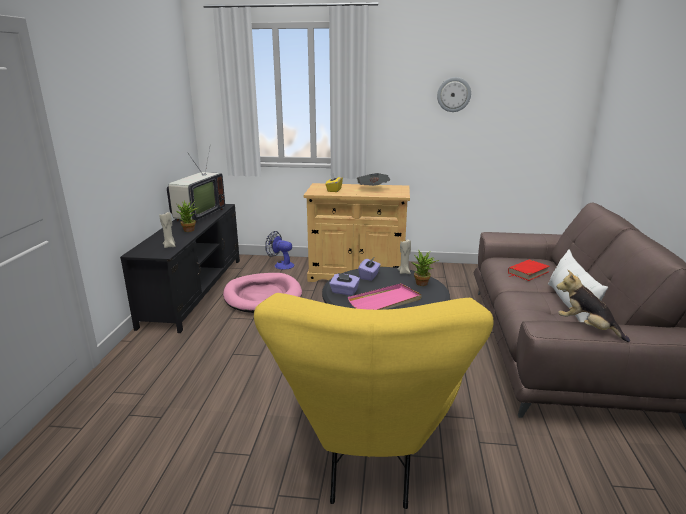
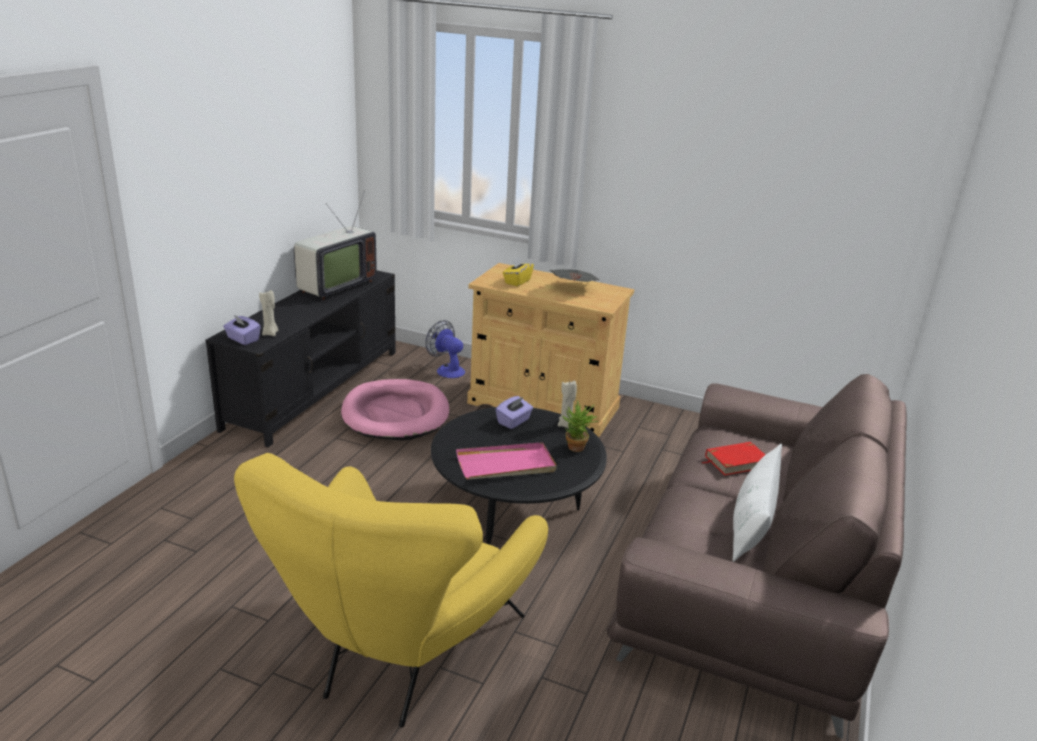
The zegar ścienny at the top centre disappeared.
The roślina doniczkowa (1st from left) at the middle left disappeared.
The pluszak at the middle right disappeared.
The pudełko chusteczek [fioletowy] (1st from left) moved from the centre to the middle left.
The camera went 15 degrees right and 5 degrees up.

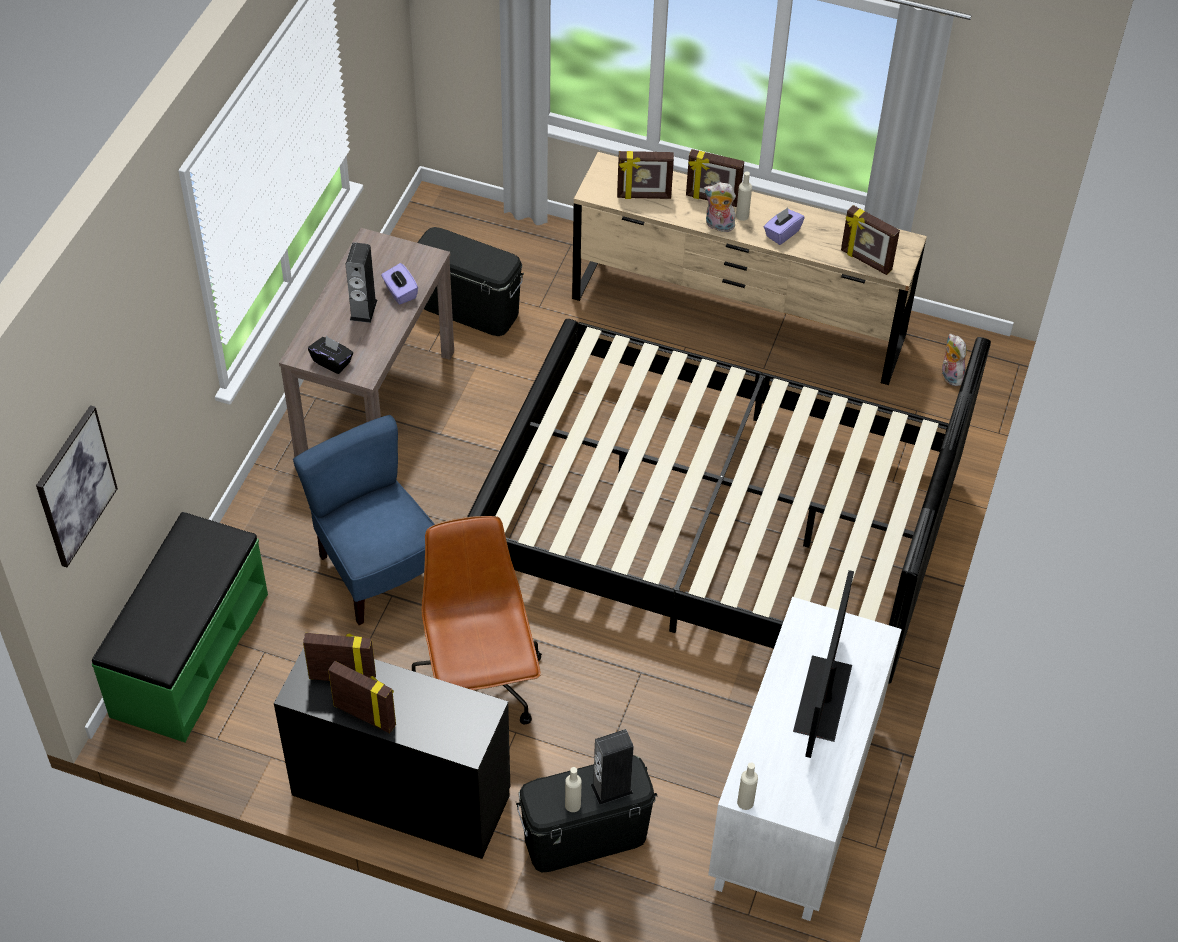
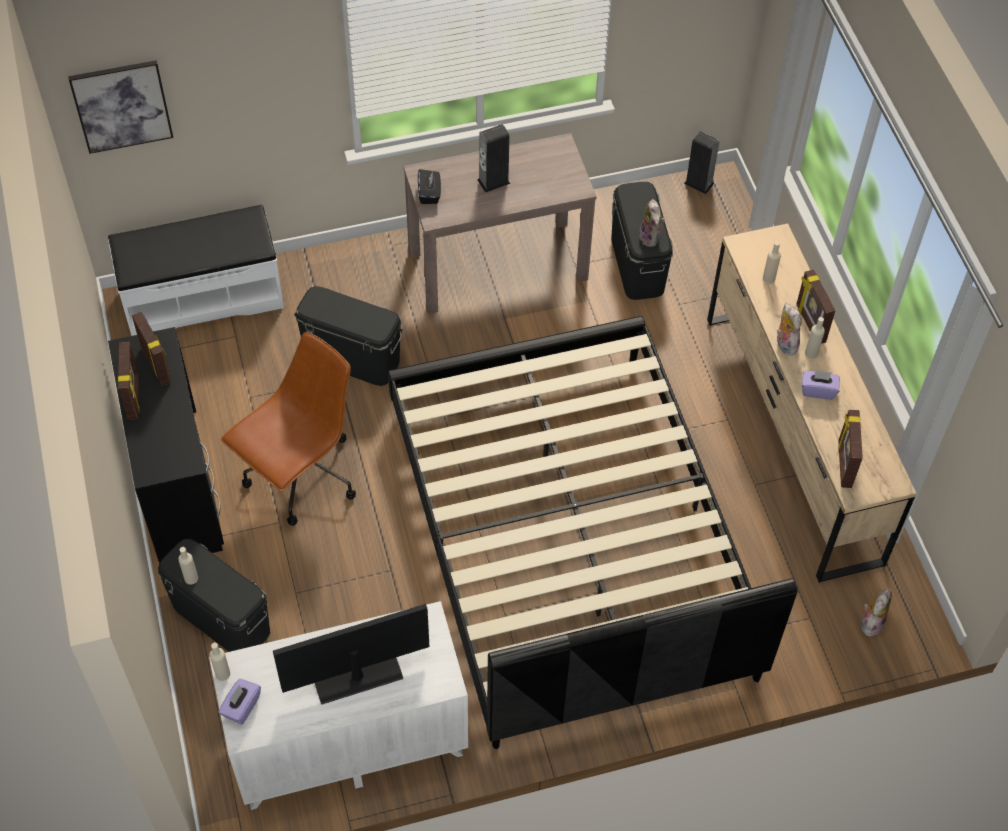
The ramka na zdjęcie (3rd from left) at the top centre was replaced by the butelka [beżowy] (3rd from left) at the top right.
The pudełko chusteczek [fioletowy] (1st from left) moved from the top centre to the bottom left.
The krzesło [niebieski] at the middle left was replaced by the pojemnik do przechowywania [czarny] (2nd from left) at the centre.
The ławka [zielony] at the middle left became the ławka [biały] at the top left.
The głośnik (2nd from left) moved from the bottom centre to the top right.
The pluszak (1st from left) at the top centre appeared.
The camera went 55 degrees right and 5 degrees up.

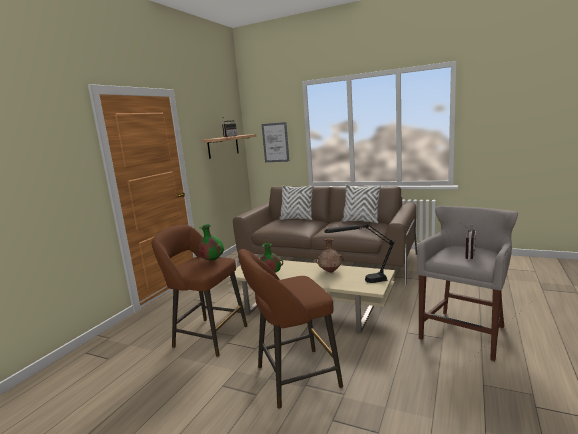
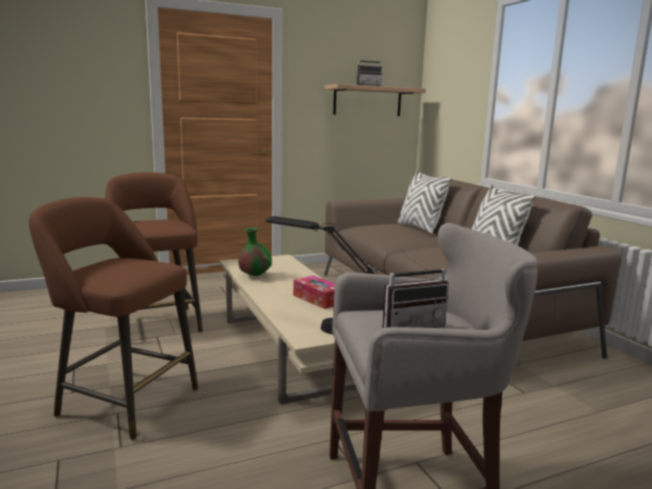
The obraz at the top centre disappeared.
The wazon [zielony] (1st from left) at the centre disappeared.
The wazon [brązowy] at the centre was replaced by the pudełko chusteczek at the centre.
The camera went 40 degrees right and 0 degrees up.

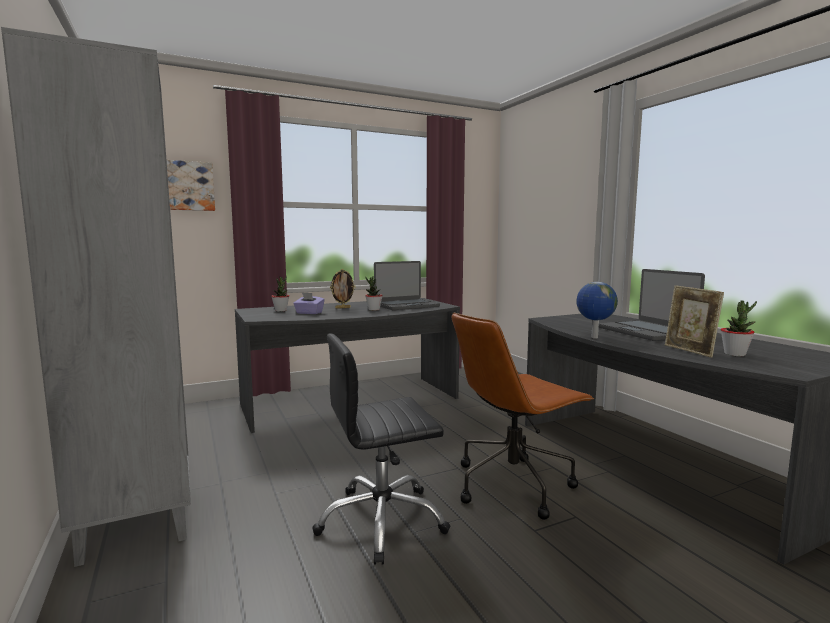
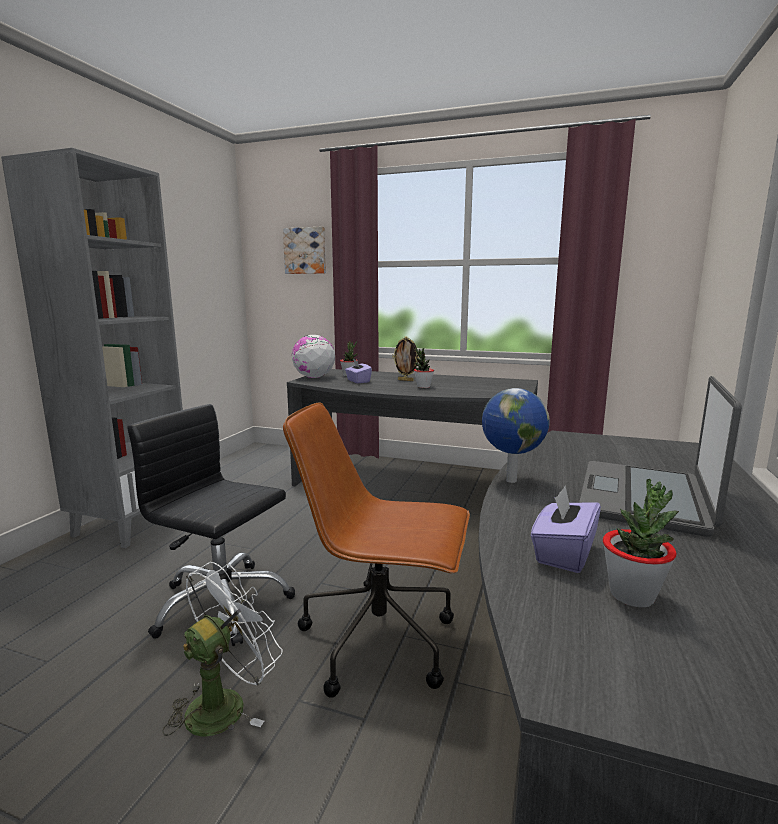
The laptop (1st from left) at the centre disappeared.
The ramka na zdjęcie (2nd from left) at the middle right was replaced by the pudełko chusteczek [fioletowy] (2nd from left) at the middle right.
The globus (1st from left) at the centre appeared.
The wentylator [biały] at the bottom left appeared.
The camera went 45 degrees right and 5 degrees up.

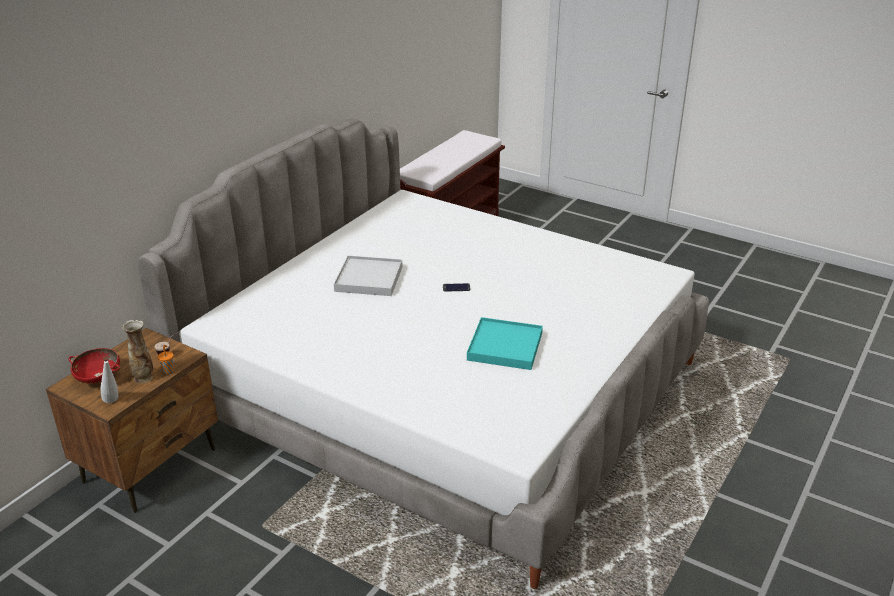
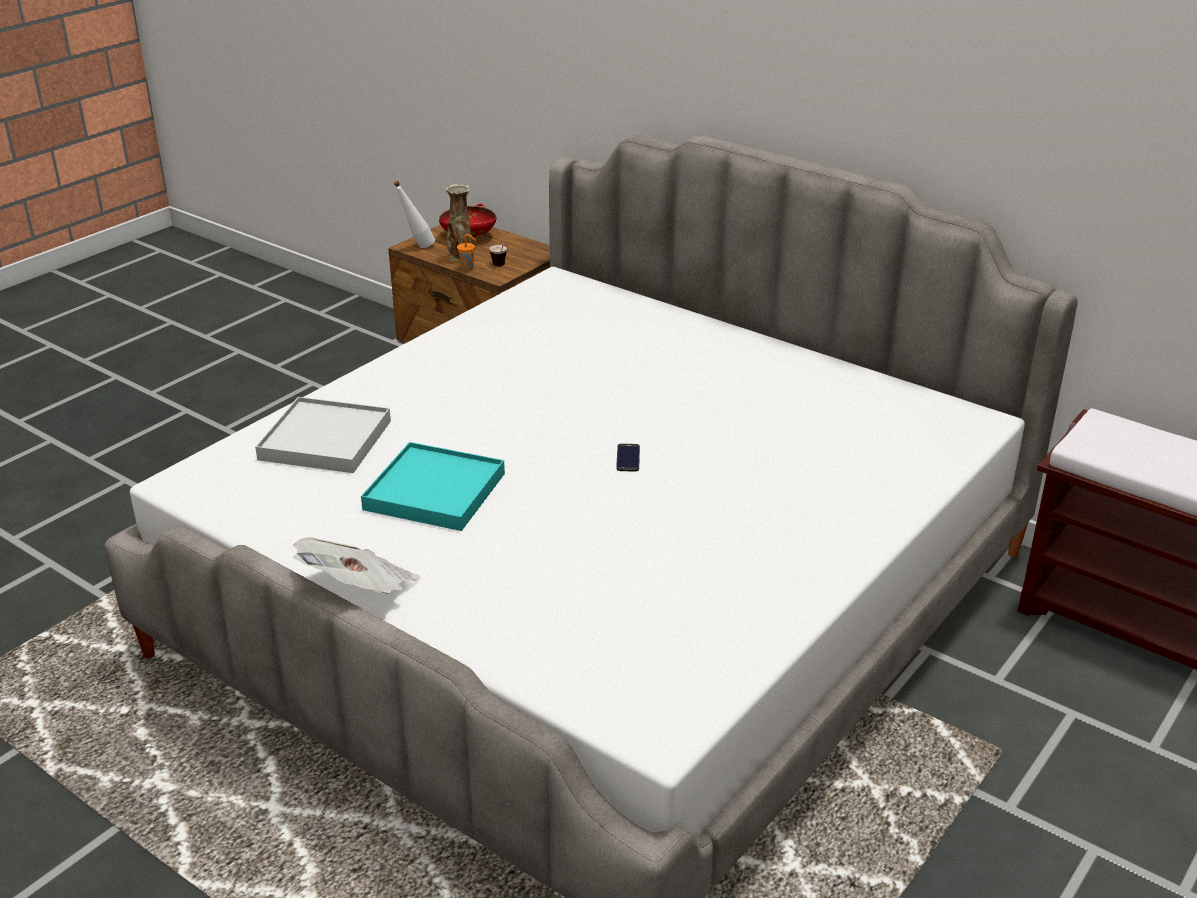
The taca [biały] moved from the centre to the middle left.
The gazeta at the middle left appeared.
The camera went 95 degrees right and 0 degrees up.

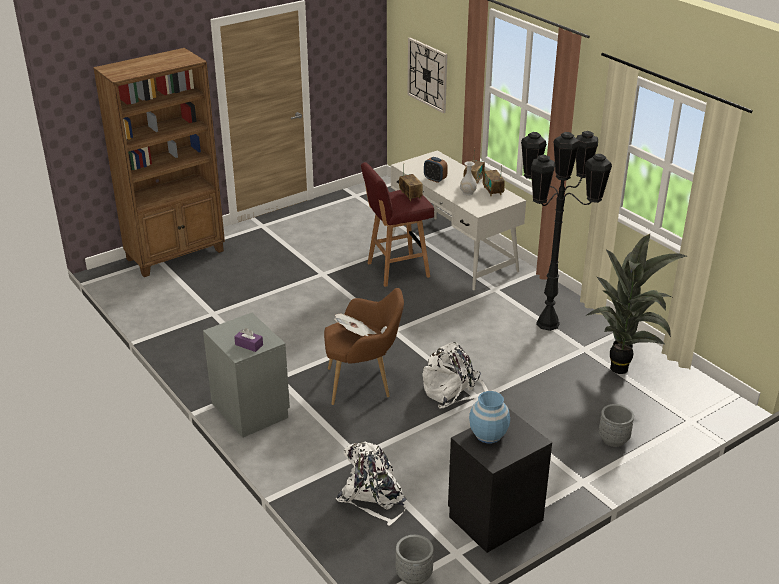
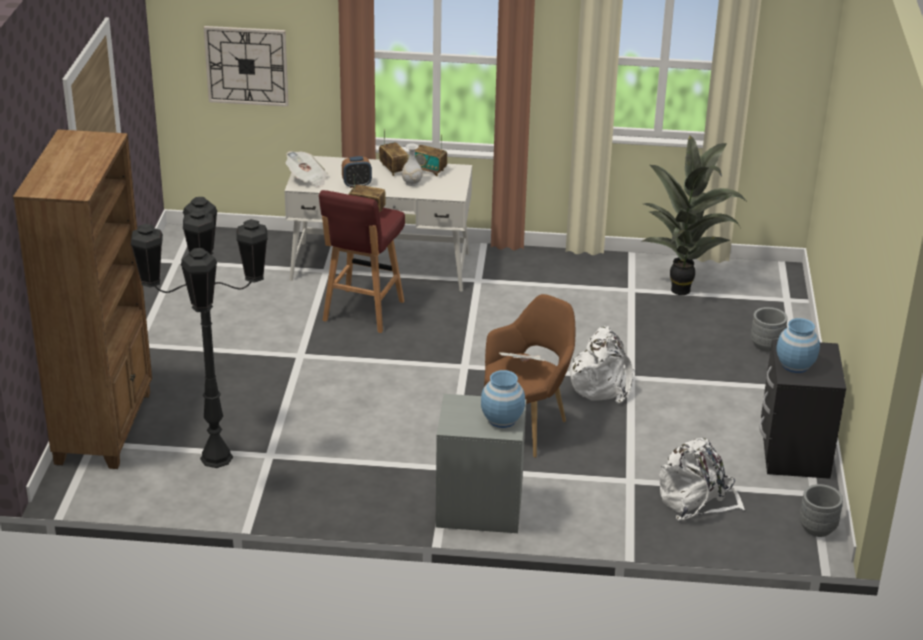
The lampa stojąca [czarny] moved from the middle right to the middle left.
The pudełko chusteczek [fioletowy] at the middle left was replaced by the wazon [niebieski] (1st from left) at the centre.
The gazeta (1st from left) at the top left appeared.
The camera went 50 degrees left and 0 degrees up.

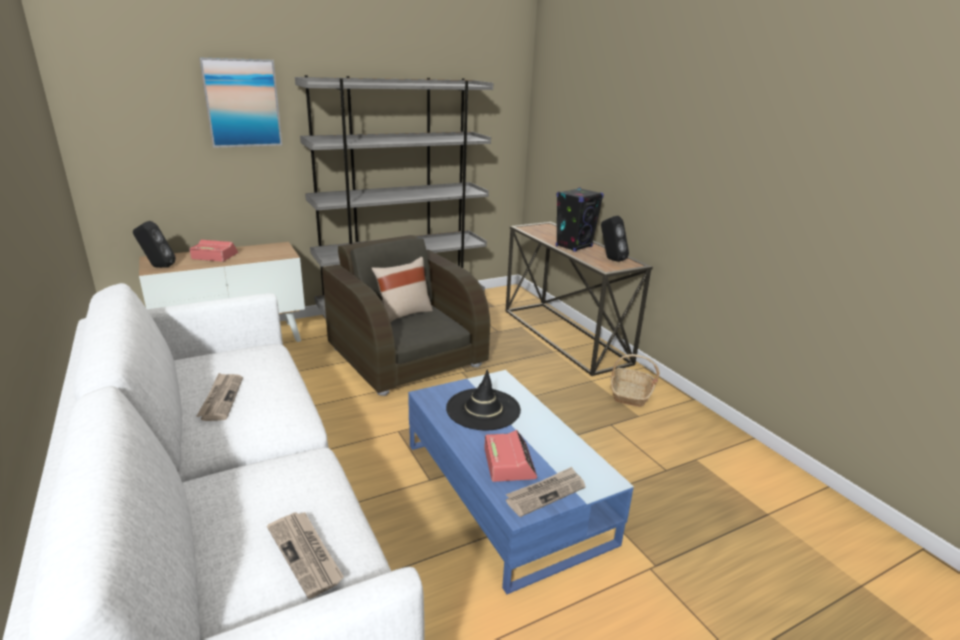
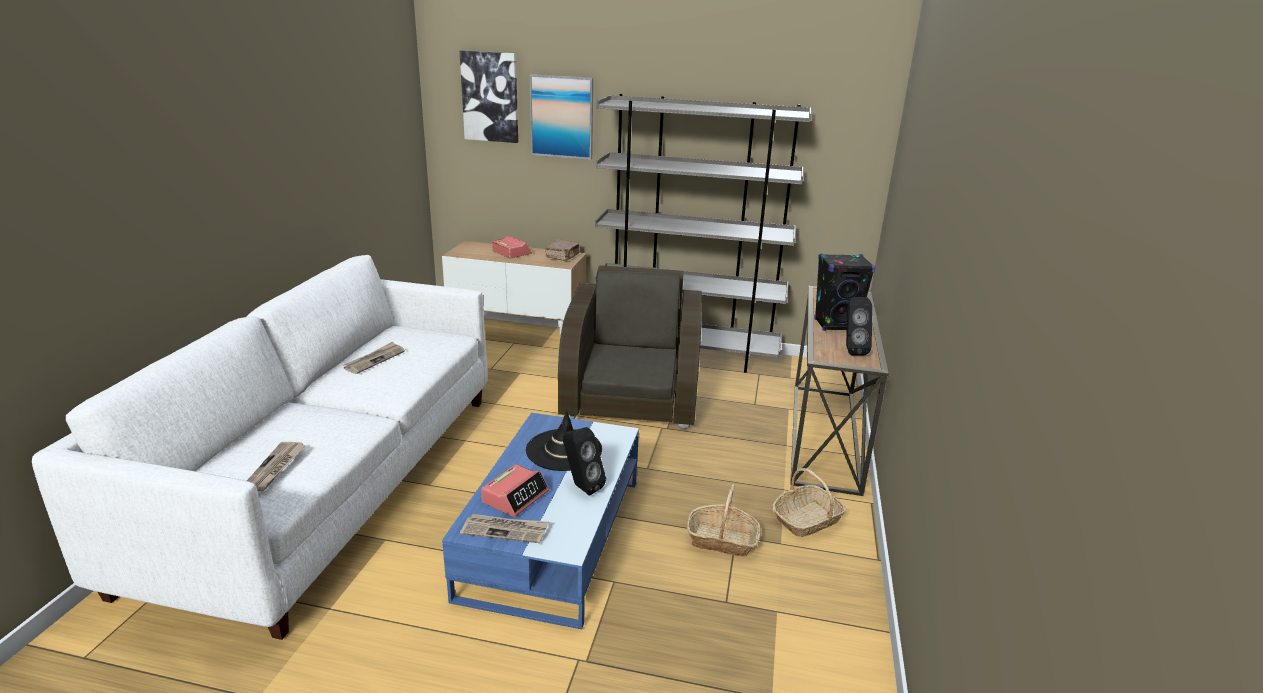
The głośnik [czarny] (1st from left) moved from the middle left to the centre.
The poduszka [beżowy] at the centre disappeared.
The obraz (1st from left) at the top centre appeared.
The książka [brązowy] at the centre appeared.
The koszyk (1st from left) at the bottom centre appeared.
The camera went 40 degrees right and 0 degrees up.

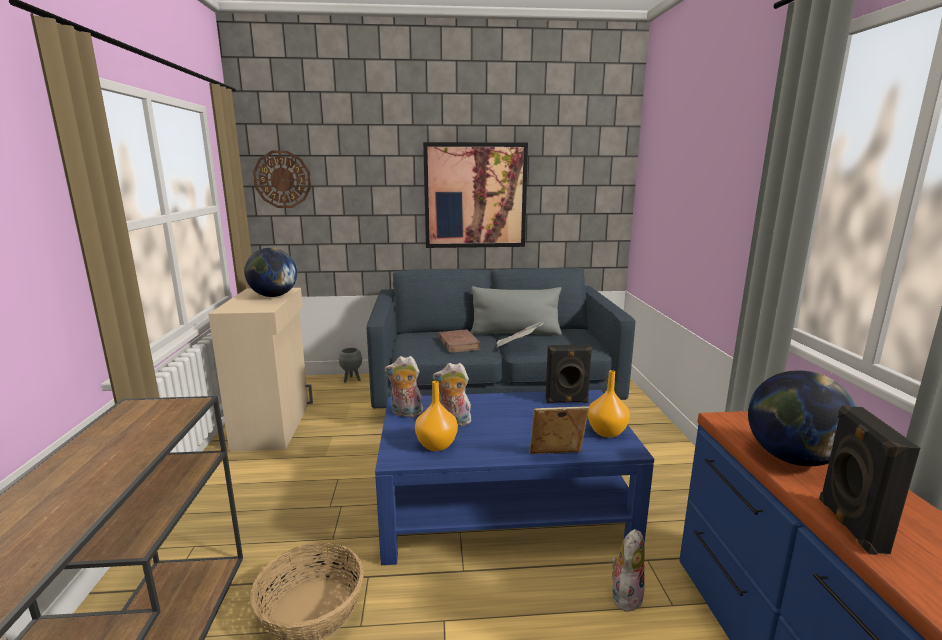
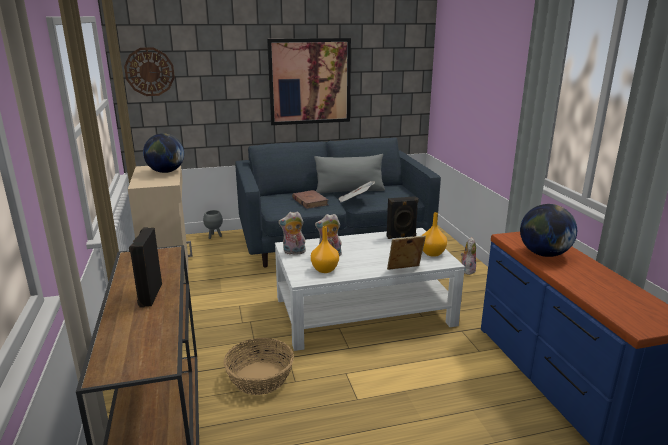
The ława [niebieski] at the bottom centre became the ława [biały] at the centre.
The głośnik [czarny] (2nd from left in the first image) moved from the bottom right to the middle left.
The pluszak (3rd from left) moved from the bottom right to the middle right.
The camera went 10 degrees left and 5 degrees up.

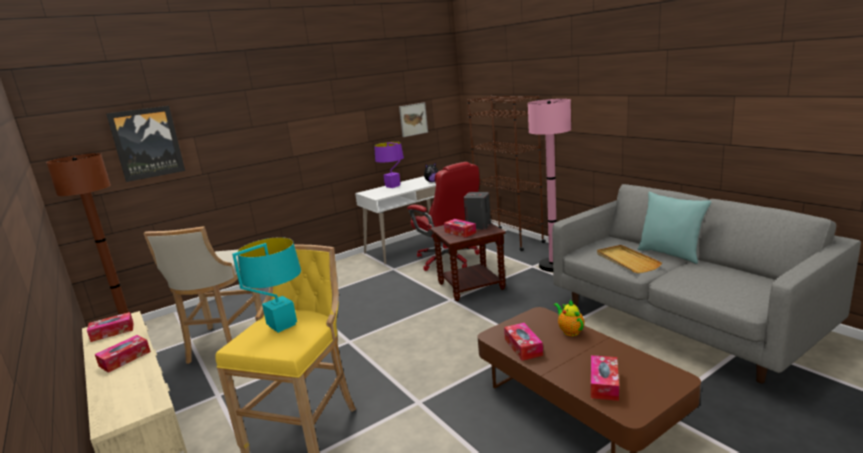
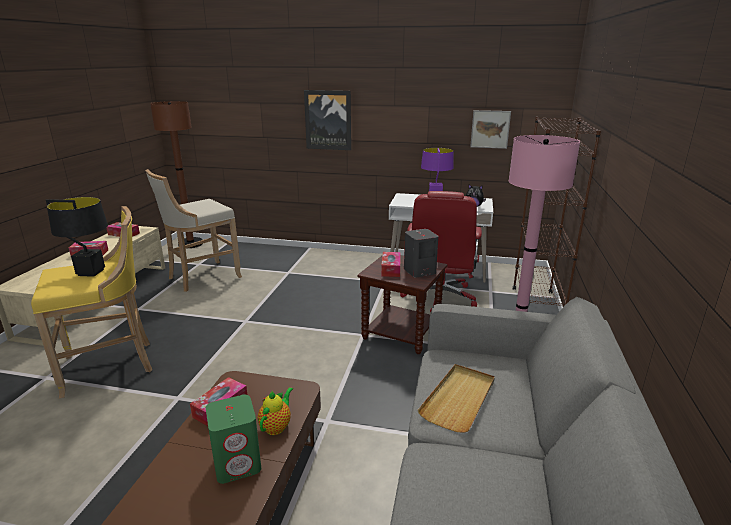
The obraz (1st from left) moved from the top left to the top centre.
The poduszka [turkusowy] at the middle right disappeared.
The lampa stołowa [turkusowy] at the middle left became the lampa stołowa [czarny] at the middle left.
The pudełko chusteczek (5th from left) at the bottom right disappeared.
The głośnik [zielony] at the bottom left appeared.
The camera went 45 degrees right and 5 degrees up.

